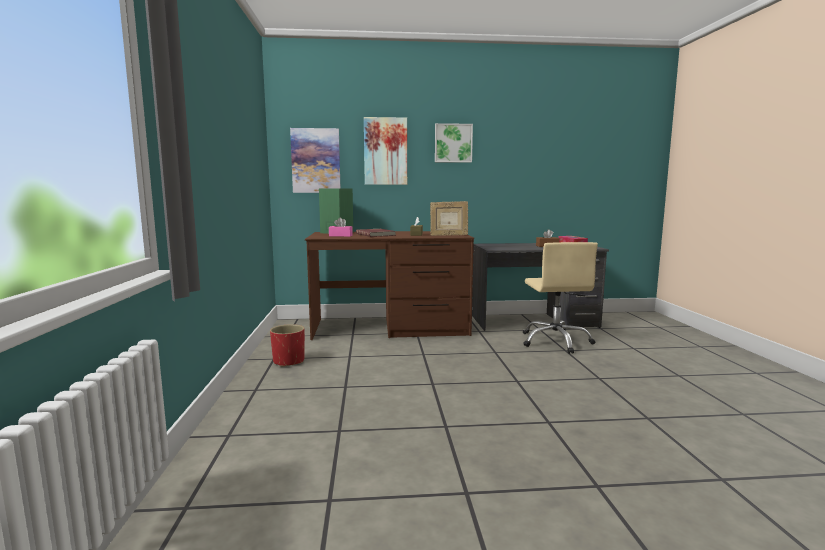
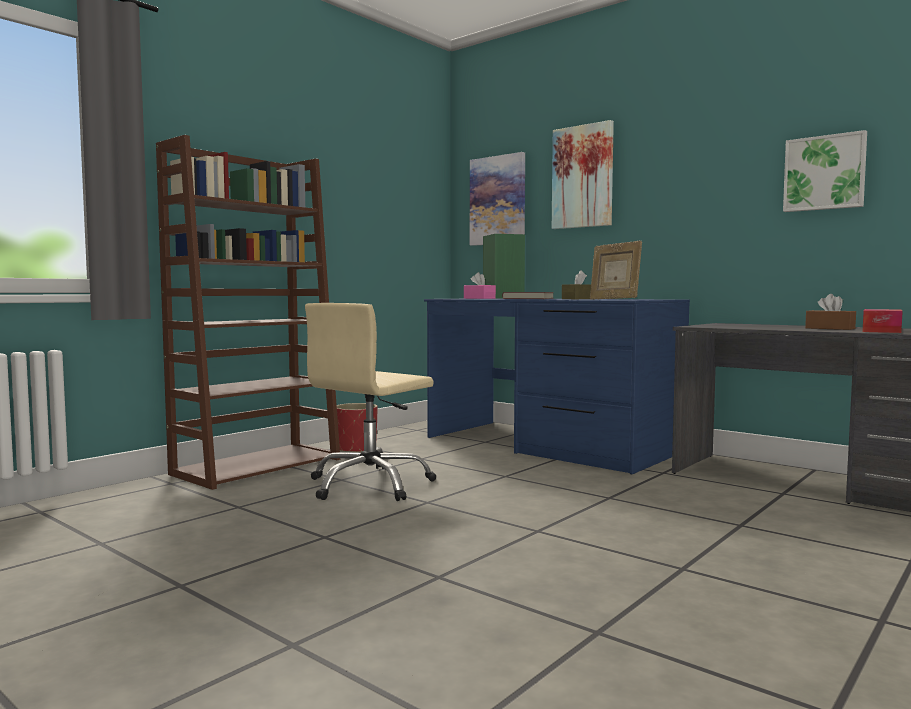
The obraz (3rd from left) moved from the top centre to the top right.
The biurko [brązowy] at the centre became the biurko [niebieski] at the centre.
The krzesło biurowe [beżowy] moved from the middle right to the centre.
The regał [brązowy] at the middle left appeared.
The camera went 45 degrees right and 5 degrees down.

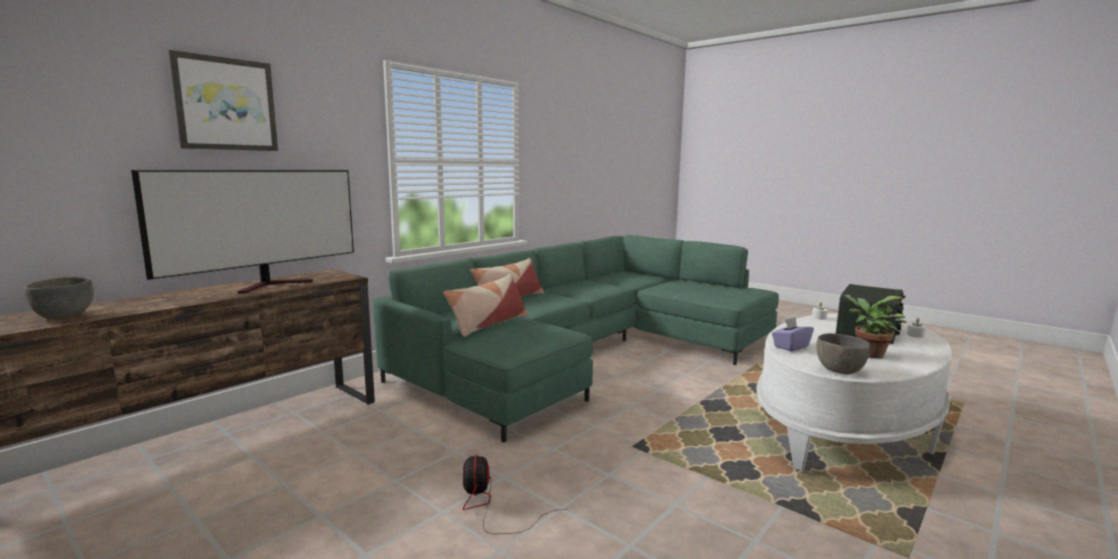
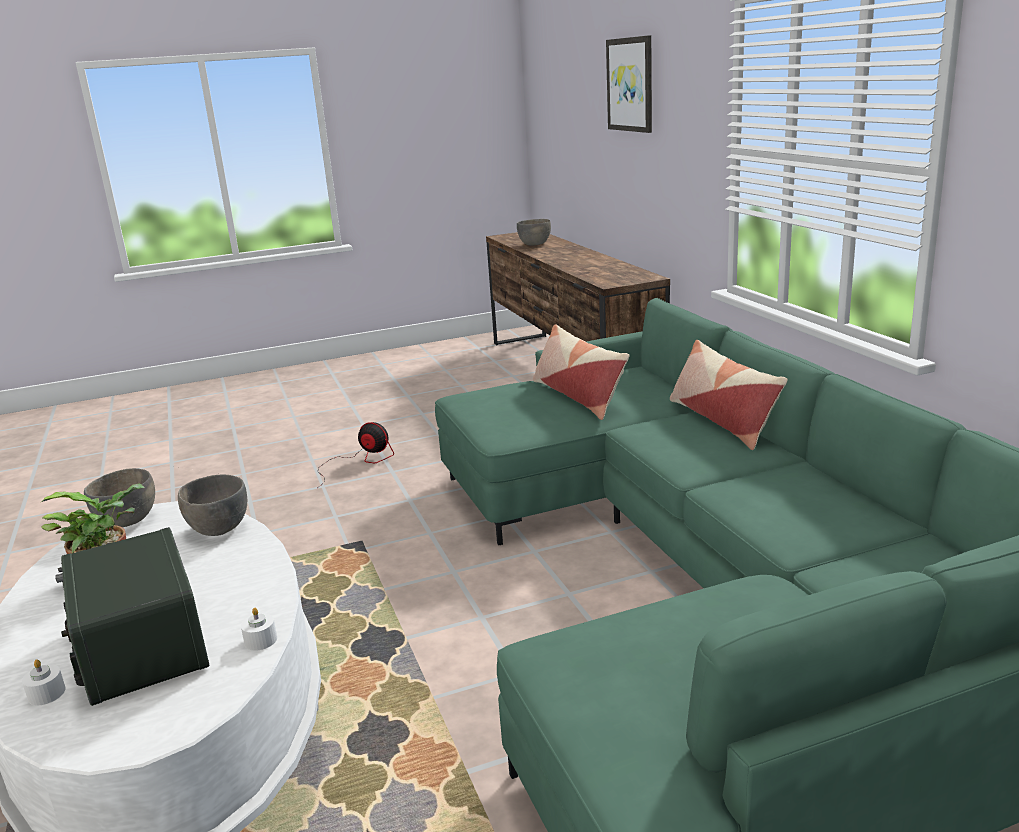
The telewizor at the middle left disappeared.
The pudełko chusteczek [fioletowy] at the middle right was replaced by the miska [szary] (2nd from left) at the middle left.
The camera went 120 degrees right and 10 degrees up.

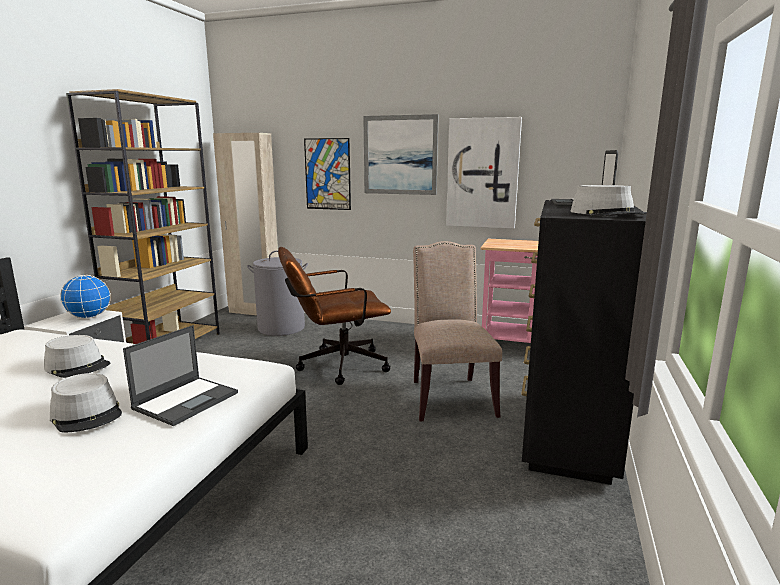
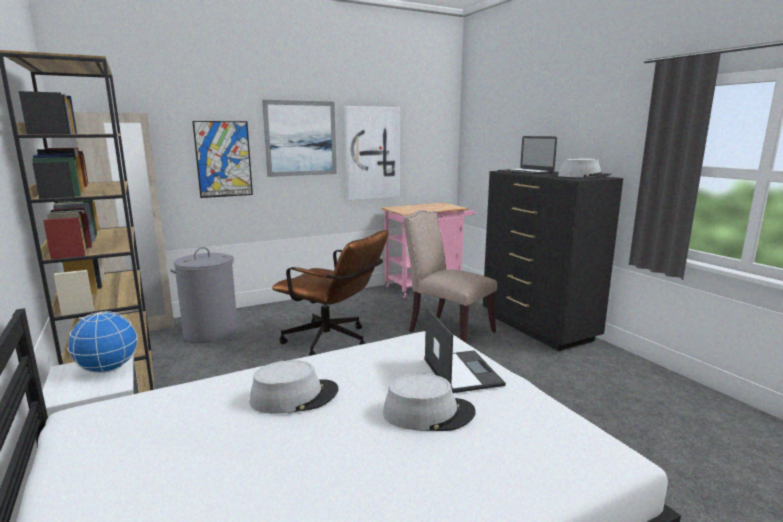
The krzesło biurowe [brązowy] at the centre turned 90 degrees counterclockwise.
The camera went 45 degrees left and 0 degrees up.

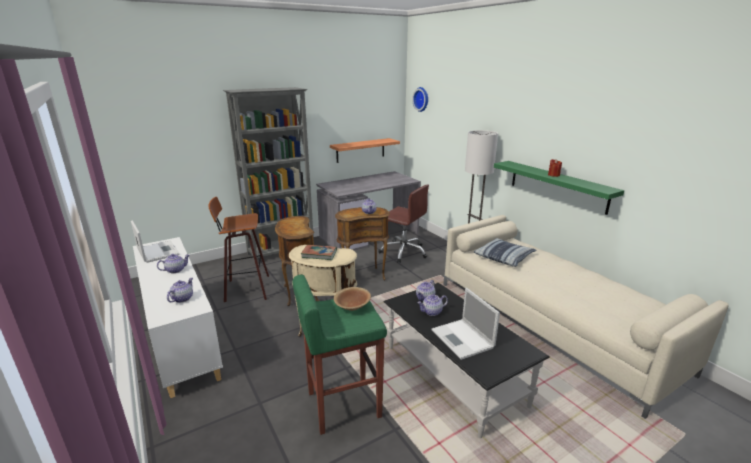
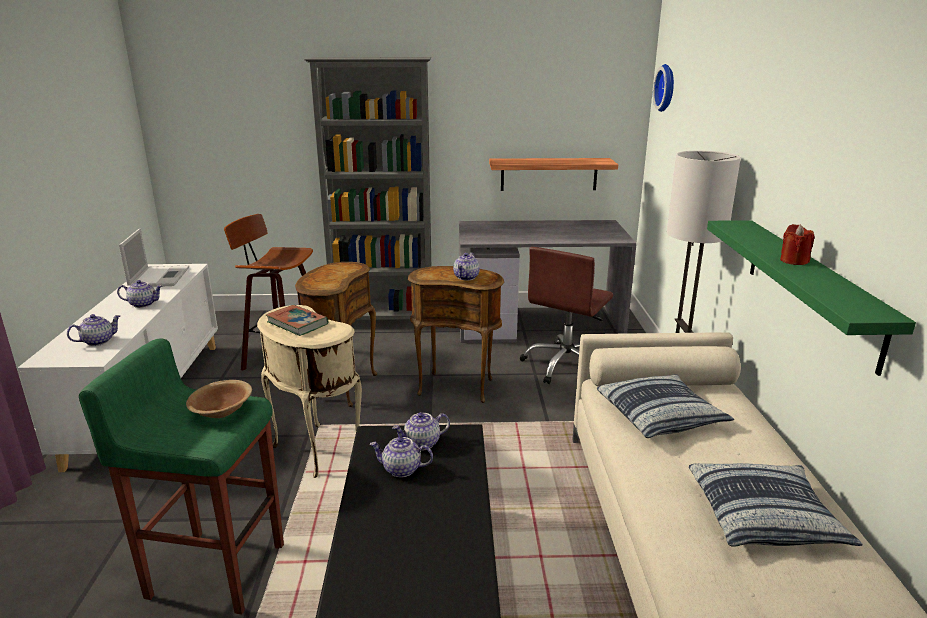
The krzesło biurowe [brązowy] at the centre turned 60 degrees clockwise.
The laptop (2nd from left) at the bottom centre disappeared.
The poduszka (2nd from left) at the bottom right appeared.
The camera went 30 degrees right and 0 degrees up.

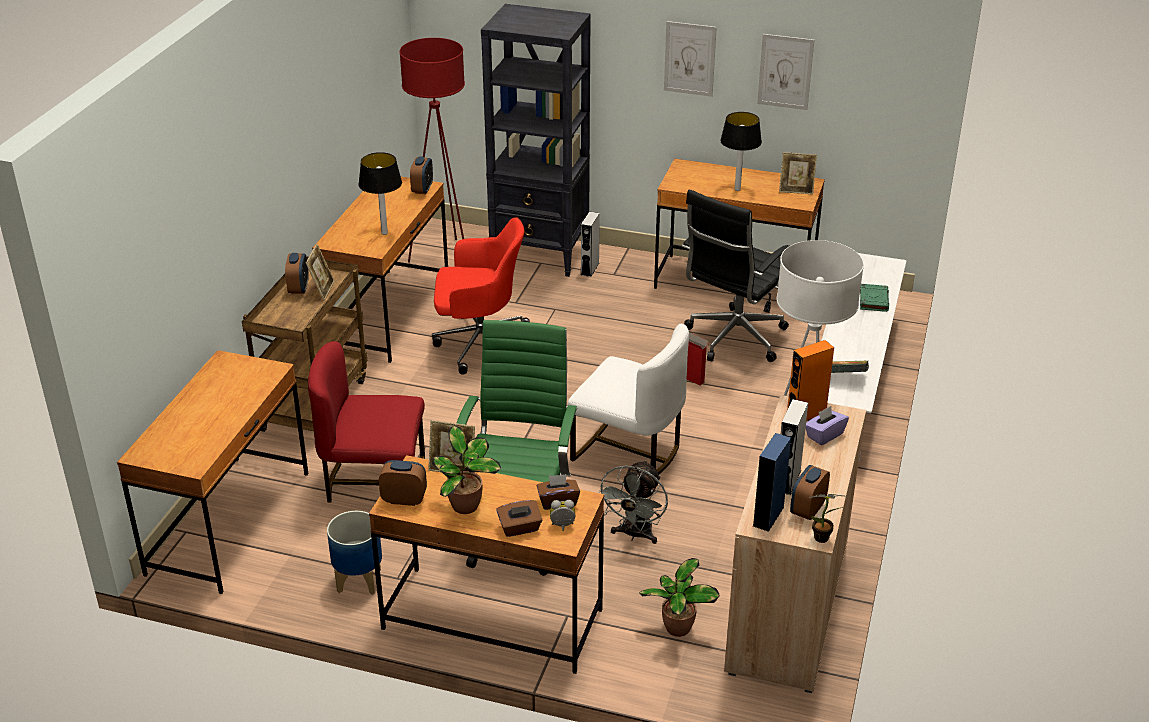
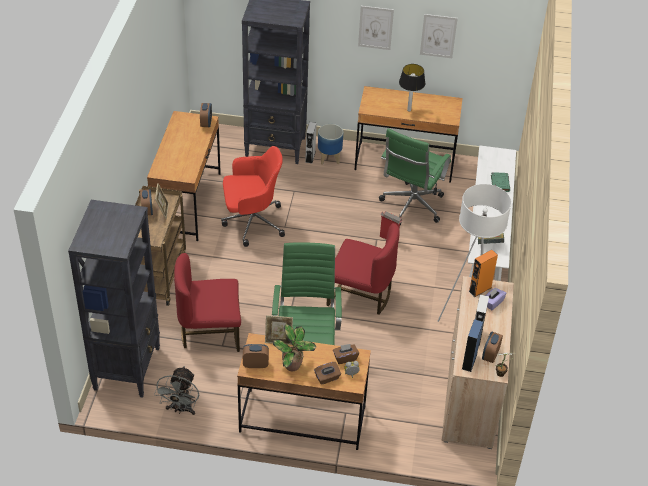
The lampa stojąca [czerwony] at the top centre disappeared.
The lampa stołowa (1st from left) at the top left disappeared.
The ramka na zdjęcie (3rd from left) at the top right disappeared.
The krzesło biurowe [czarny] at the centre became the krzesło biurowe [zielony] (2nd from left) at the centre.
The krzesło [biały] at the centre became the krzesło [czerwony] (2nd from left) at the centre.
The biurko [brązowy] (1st from left) at the middle left was replaced by the regał [czarny] (1st from left) at the middle left.
The wentylator [szary] moved from the bottom centre to the bottom left.
The donica moved from the bottom left to the top centre.
The roślina doniczkowa (2nd from left) at the bottom centre disappeared.
The camera went 10 degrees left and 10 degrees up.

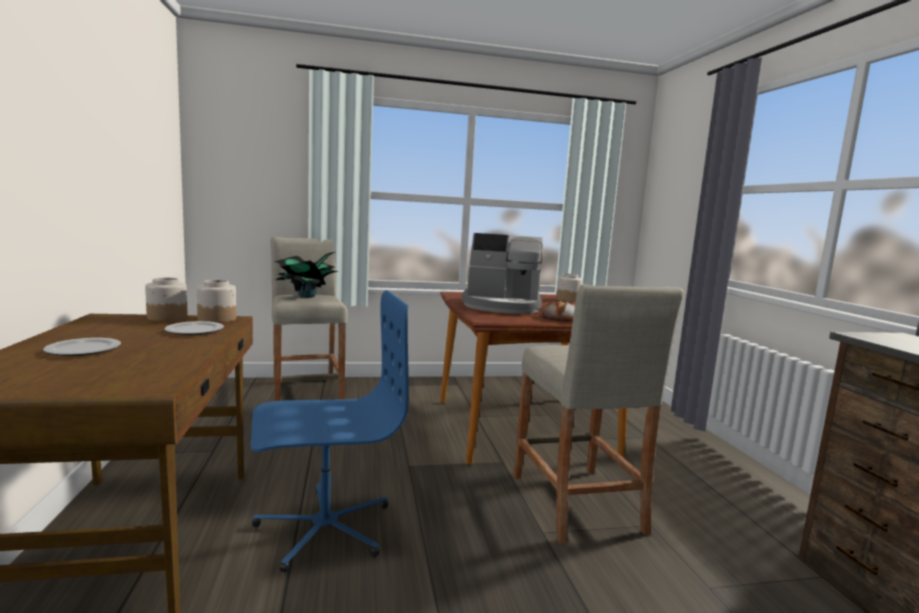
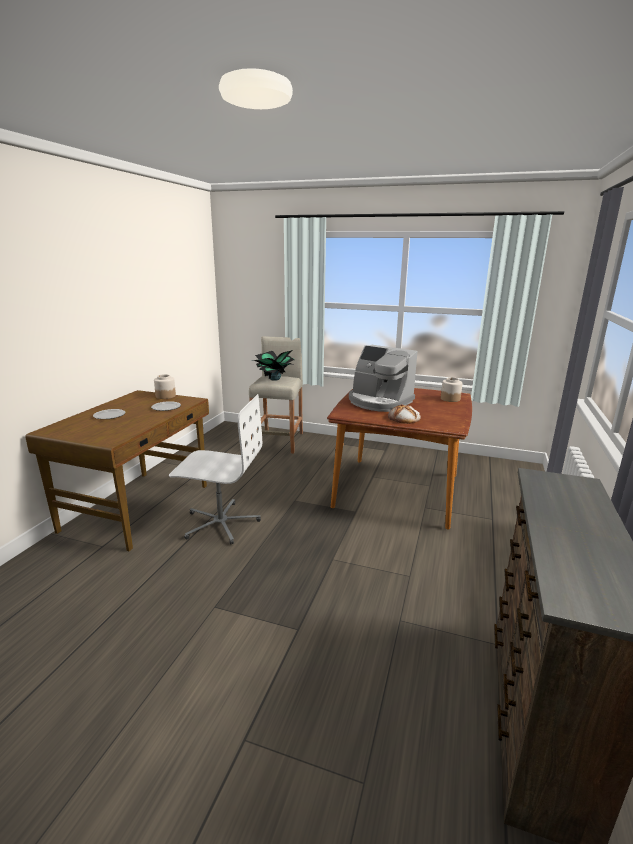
The słoik (2nd from left) at the middle left disappeared.
The stołek [beżowy] (2nd from left) at the bottom centre disappeared.
The krzesło biurowe [niebieski] at the bottom centre became the krzesło biurowe [biały] at the centre.
The camera went 30 degrees right and 10 degrees up.

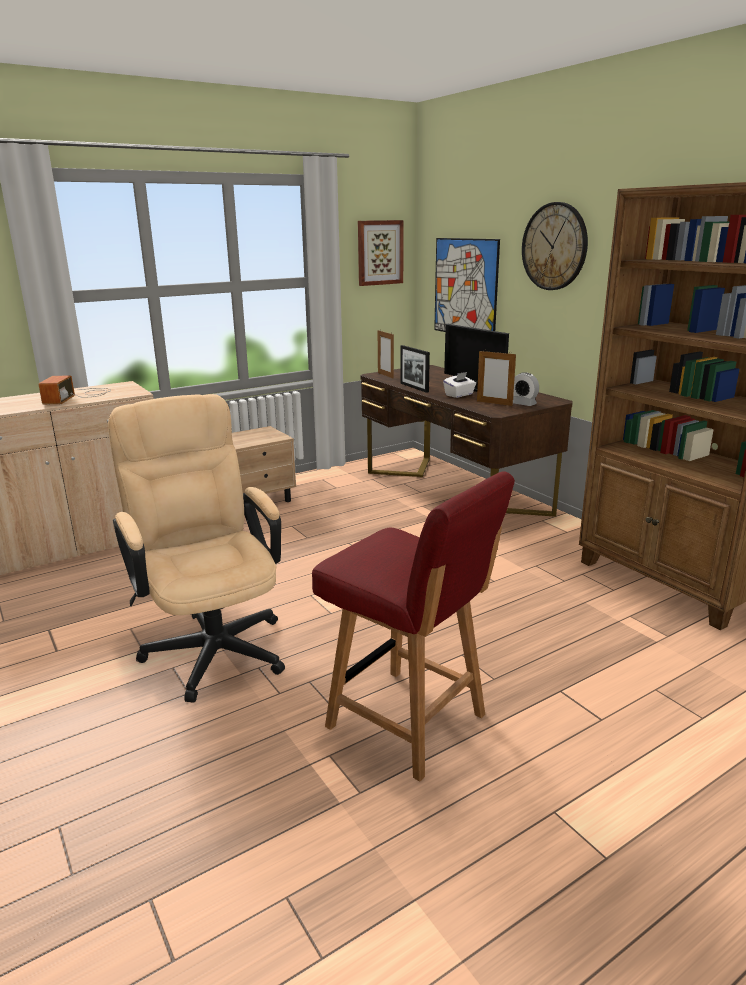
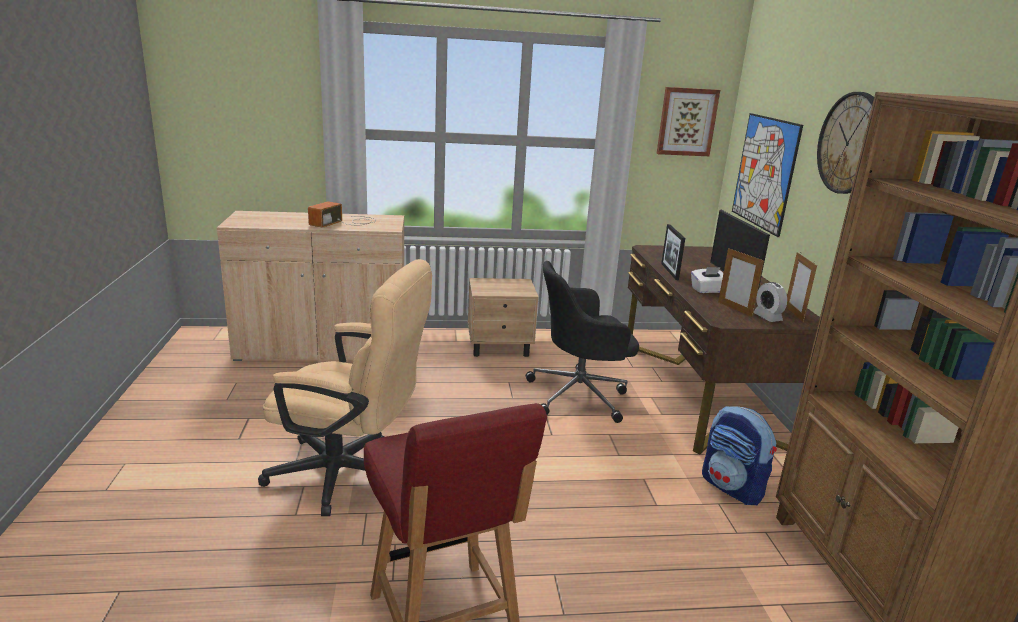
The ramka na zdjęcie (1st from left in the first image) moved from the centre to the middle right.
The krzesło biurowe [beżowy] at the middle left turned 105 degrees clockwise.
The krzesło biurowe [czarny] at the centre appeared.
The plecak at the bottom right appeared.
The camera went 25 degrees right and 0 degrees up.

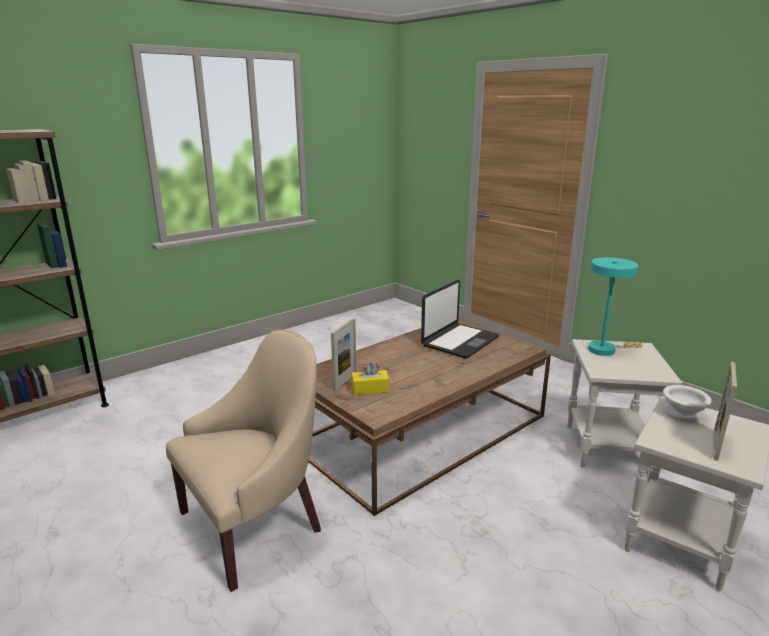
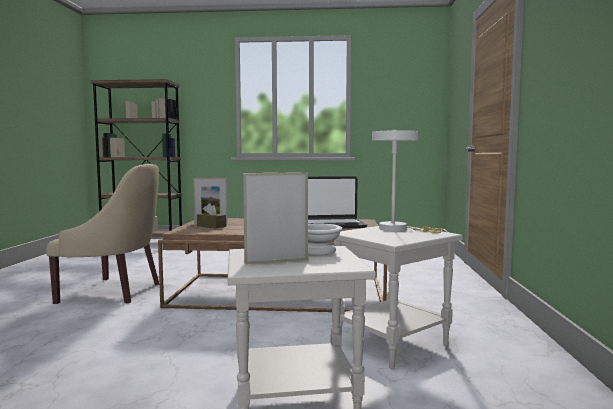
The lampa stołowa [turkusowy] at the middle right became the lampa stołowa [biały] at the centre.
The pudełko chusteczek [żółty] at the centre became the pudełko chusteczek [brązowy] at the centre.
The camera went 45 degrees right and 15 degrees down.

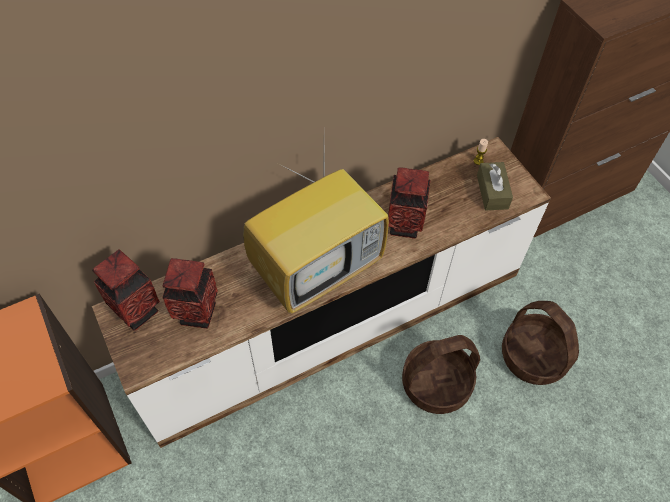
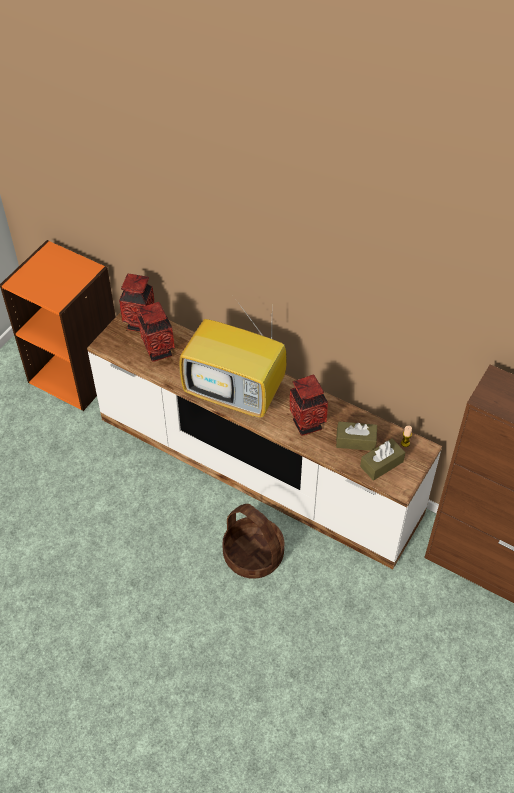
The koszyk (2nd from left) at the bottom right disappeared.
The pudełko chusteczek [brązowy] (1st from left) at the middle right appeared.
The camera went 60 degrees right and 5 degrees down.

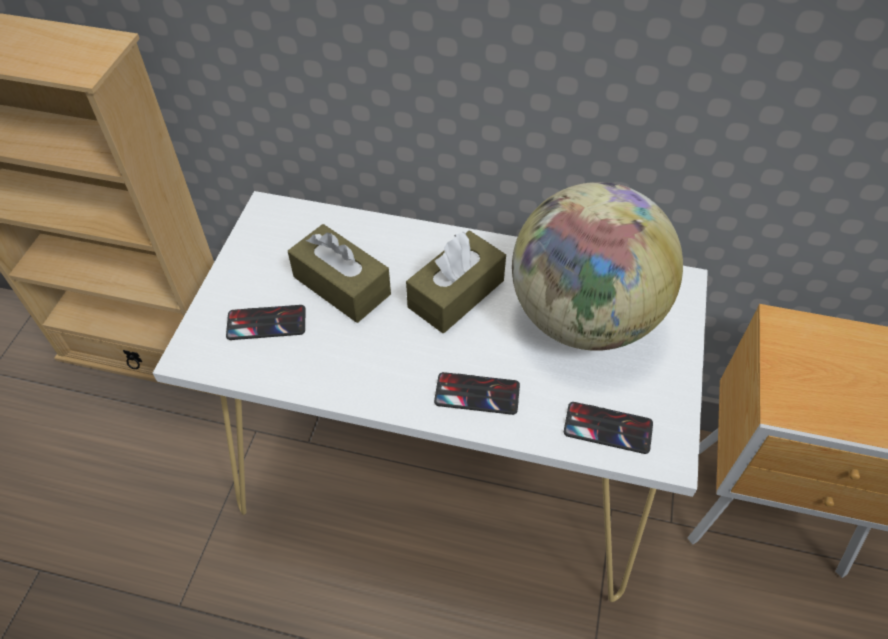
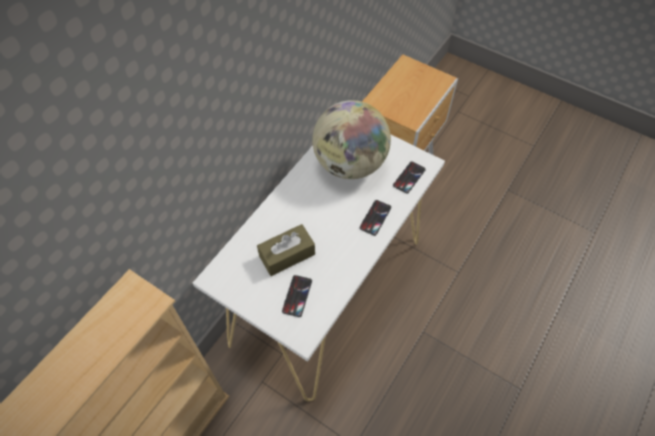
The pudełko chusteczek [brązowy] (2nd from left) at the centre disappeared.
The camera went 70 degrees left and 5 degrees up.

